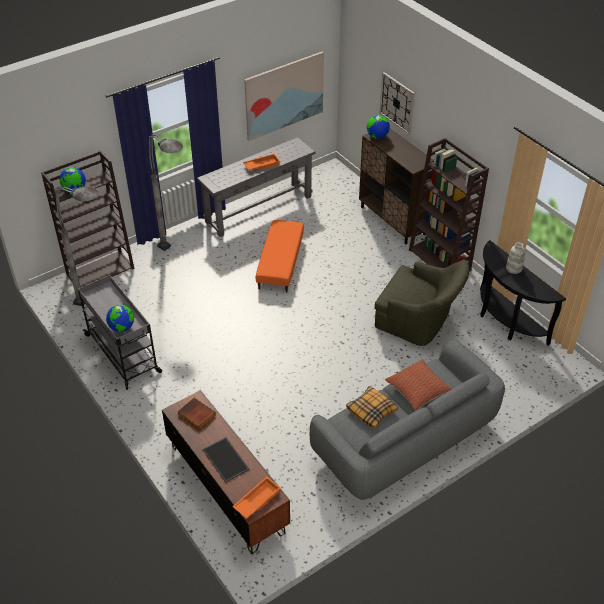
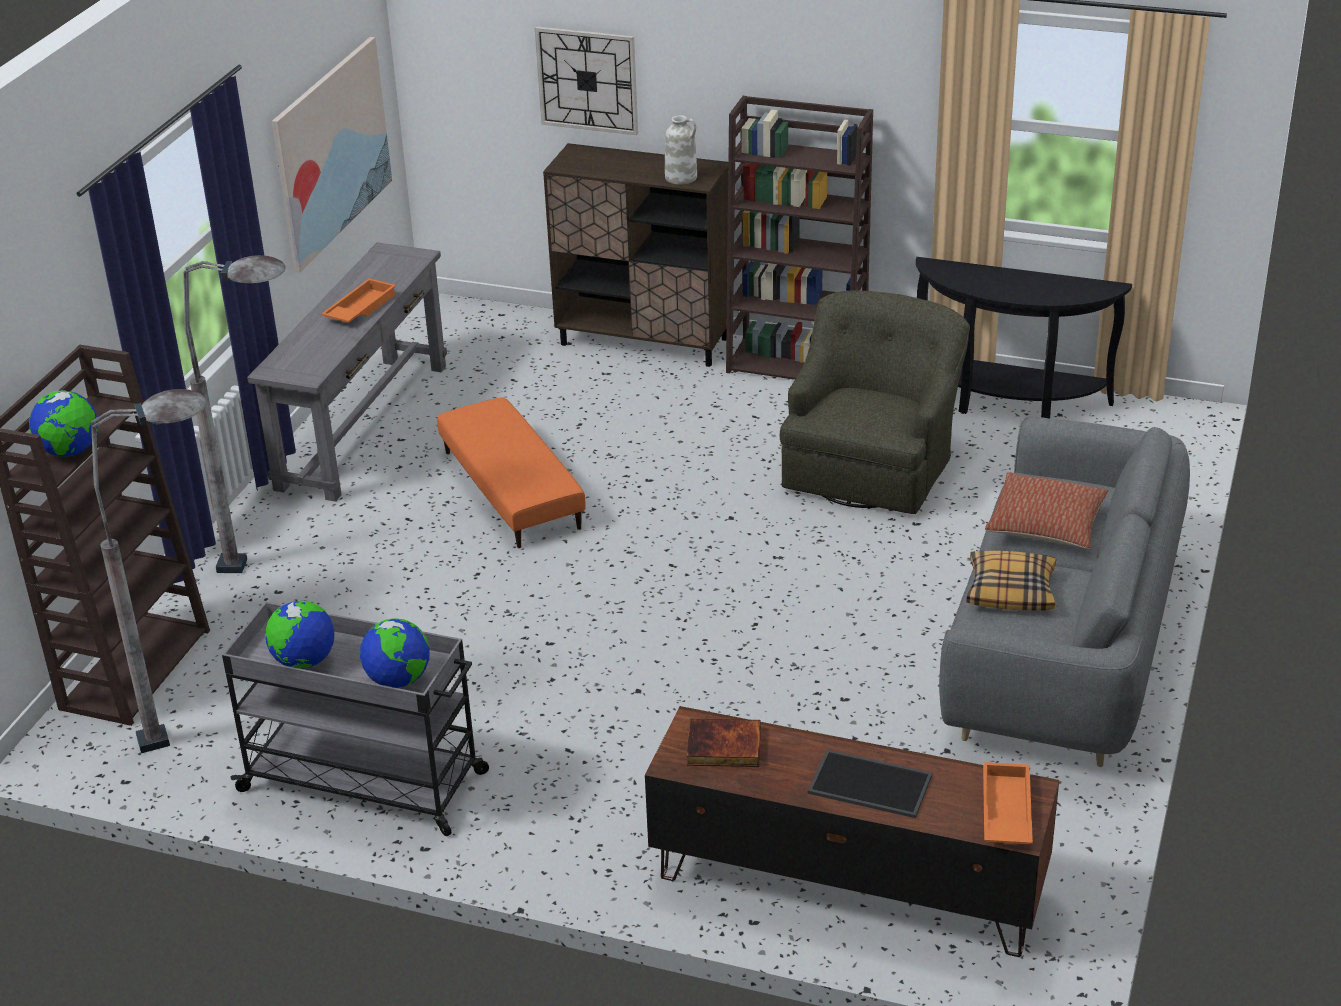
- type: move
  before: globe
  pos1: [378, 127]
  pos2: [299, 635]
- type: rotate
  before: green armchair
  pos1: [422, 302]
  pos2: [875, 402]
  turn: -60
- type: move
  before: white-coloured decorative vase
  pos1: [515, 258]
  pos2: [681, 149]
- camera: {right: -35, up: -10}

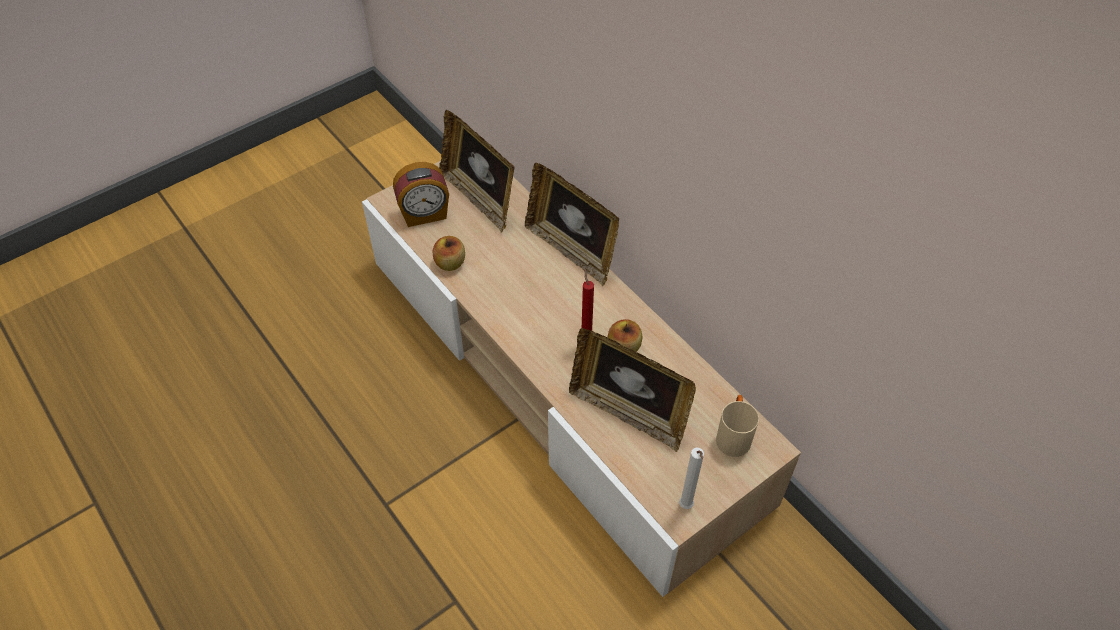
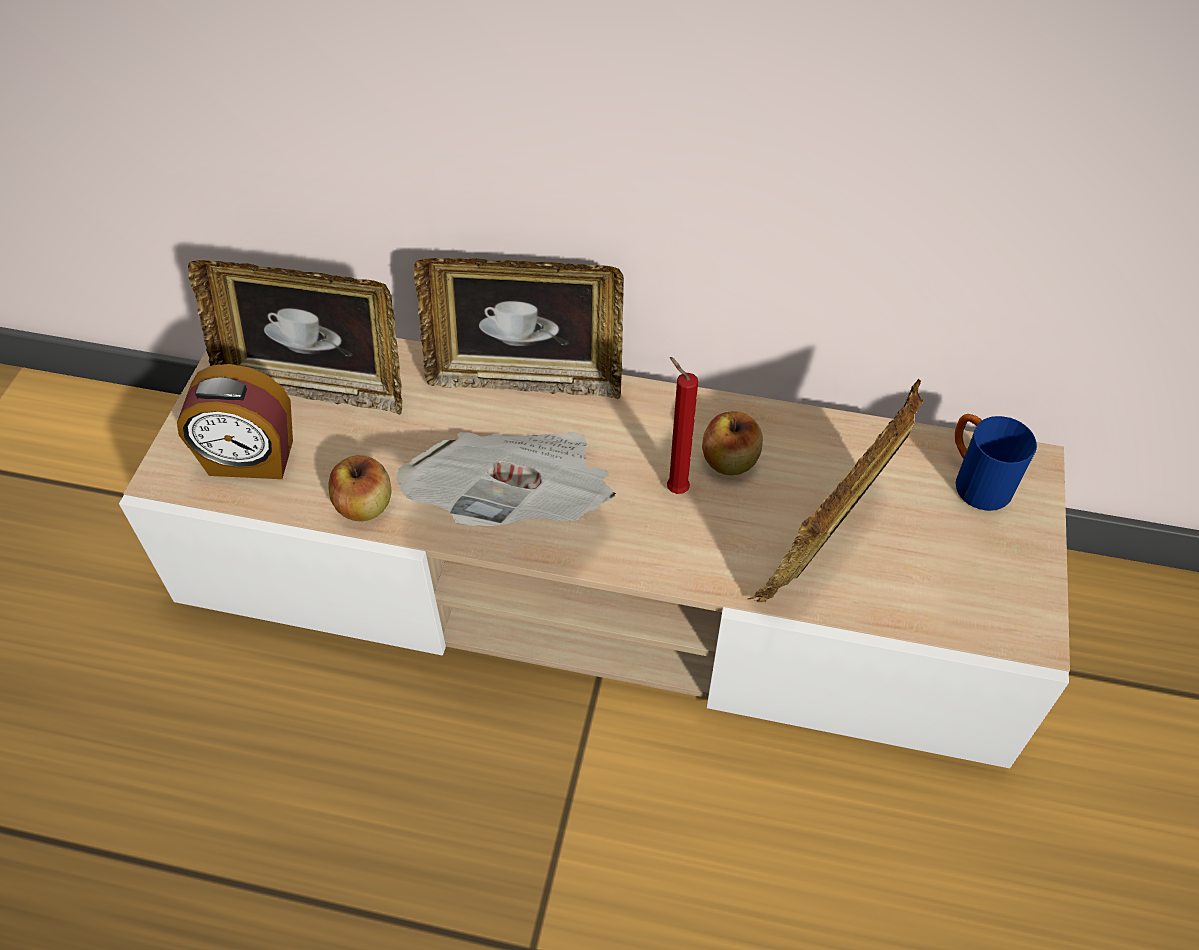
- type: rotate
  before: bedside clock
  pos1: [421, 194]
  pos2: [235, 421]
  turn: 60
- type: rotate
  before: picture frame
  pos1: [632, 390]
  pos2: [835, 490]
  turn: 135
- type: delete
  before: white-coloured candle
  pos1: [691, 478]
- type: recolor
  before: sand-coloured mug
  after: blue mug
  pos1: [737, 426]
  pos2: [996, 462]
- type: insert
  after: daily paper
  pos2: [506, 479]
- camera: {right: -40, up: 0}

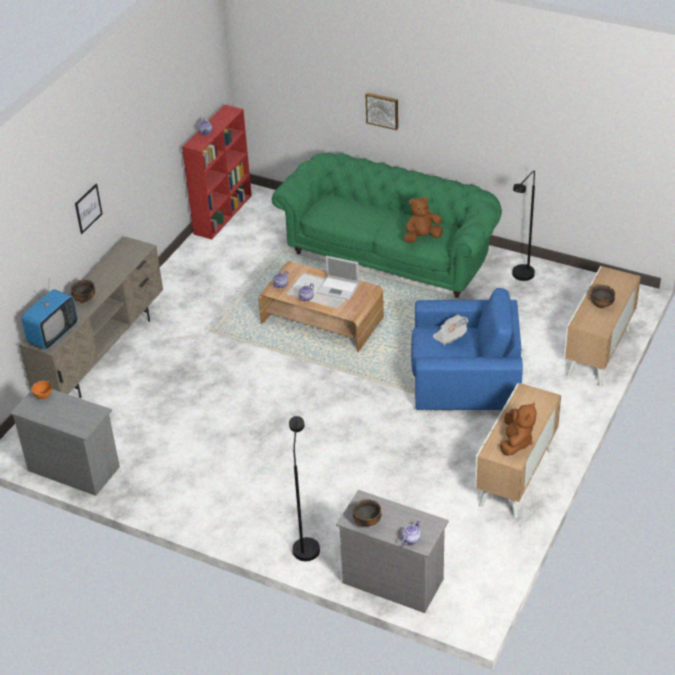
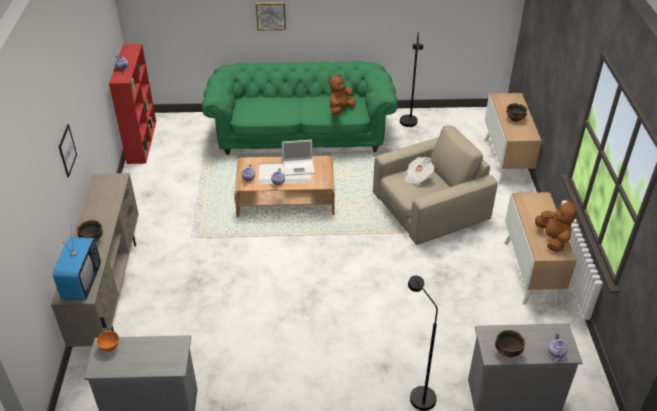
- type: recolor
  before: blue armchair
  after: sand-coloured armchair
  pos1: [467, 349]
  pos2: [435, 185]
- camera: {right: -30, up: 0}

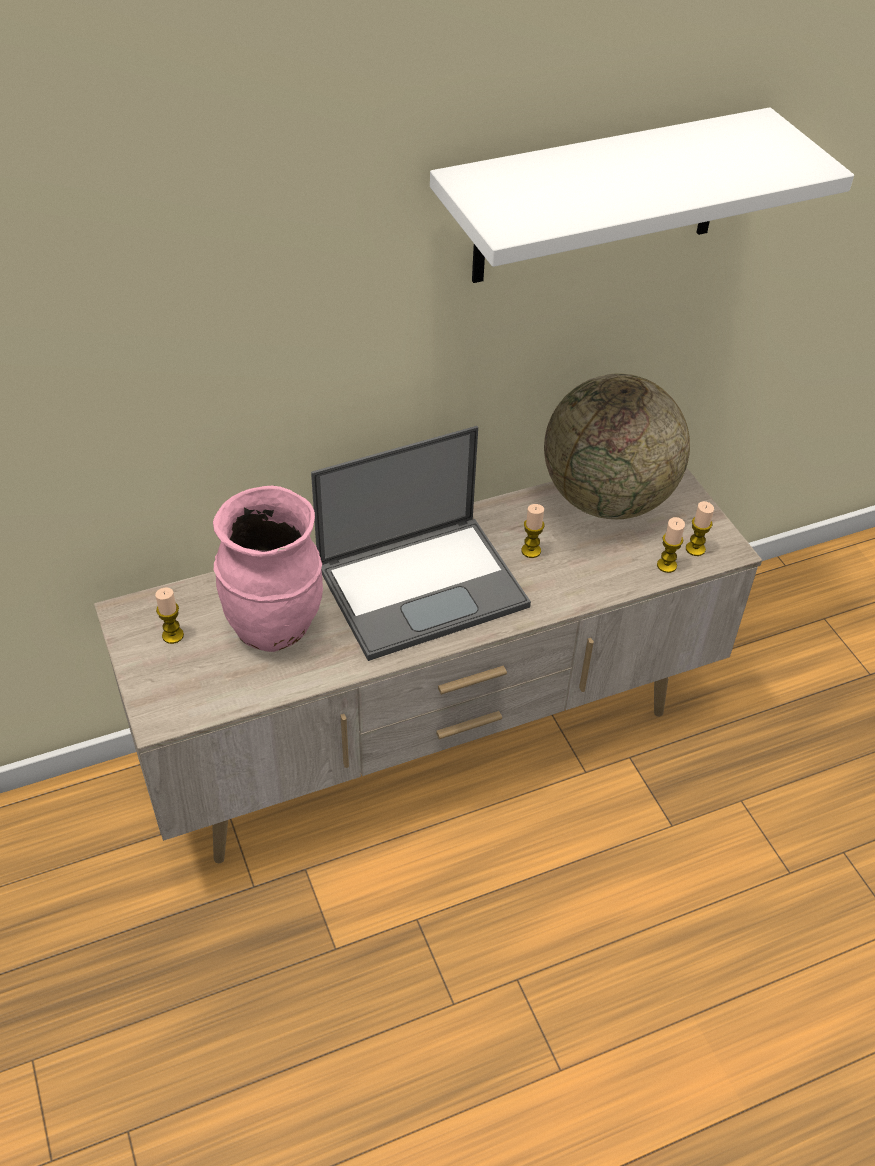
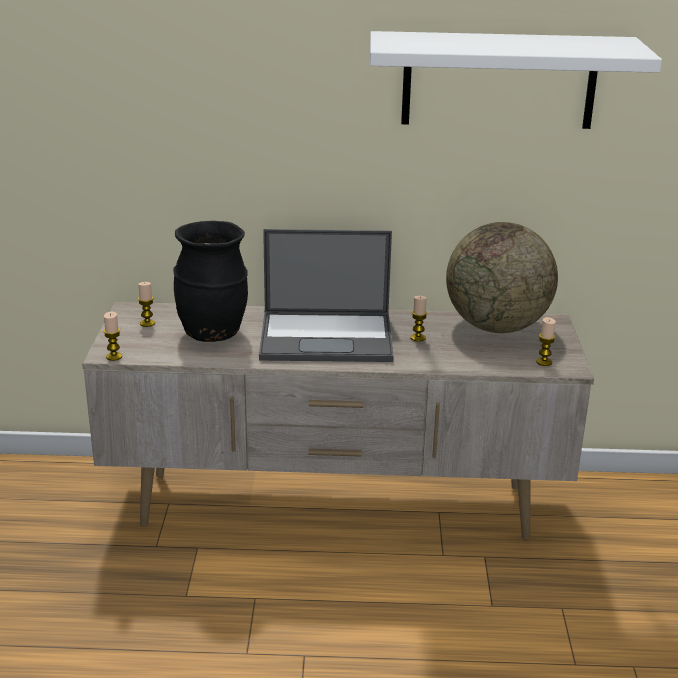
- type: recolor
  before: pink decorative vase
  after: blackish decorative vase
  pos1: [268, 569]
  pos2: [210, 281]
- type: move
  before: candle
  pos1: [671, 545]
  pos2: [112, 336]
- camera: {right: 25, up: -20}

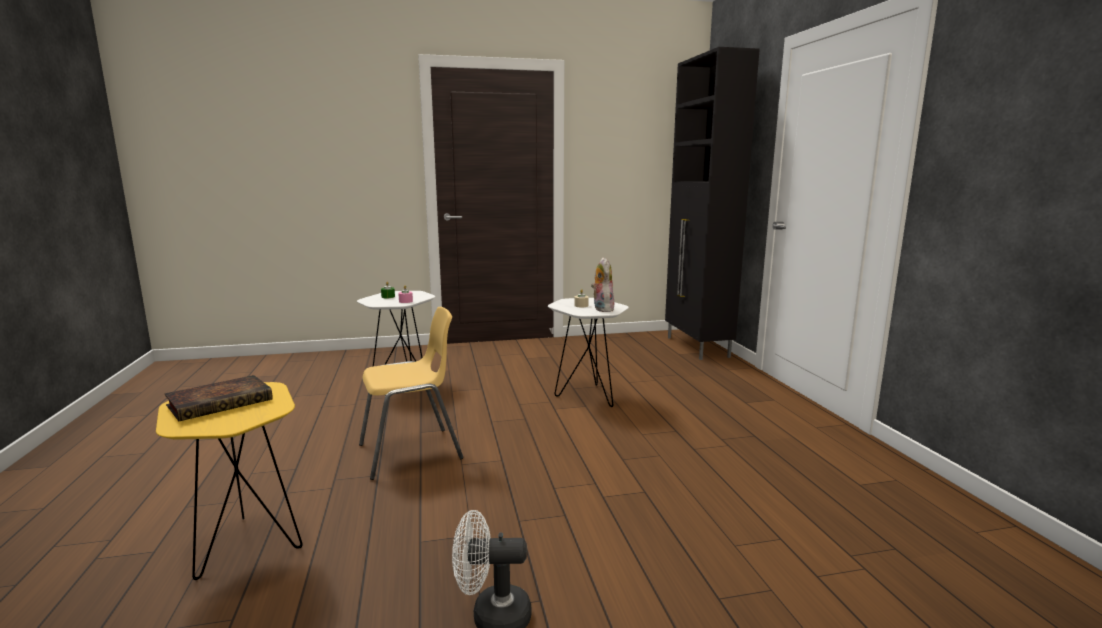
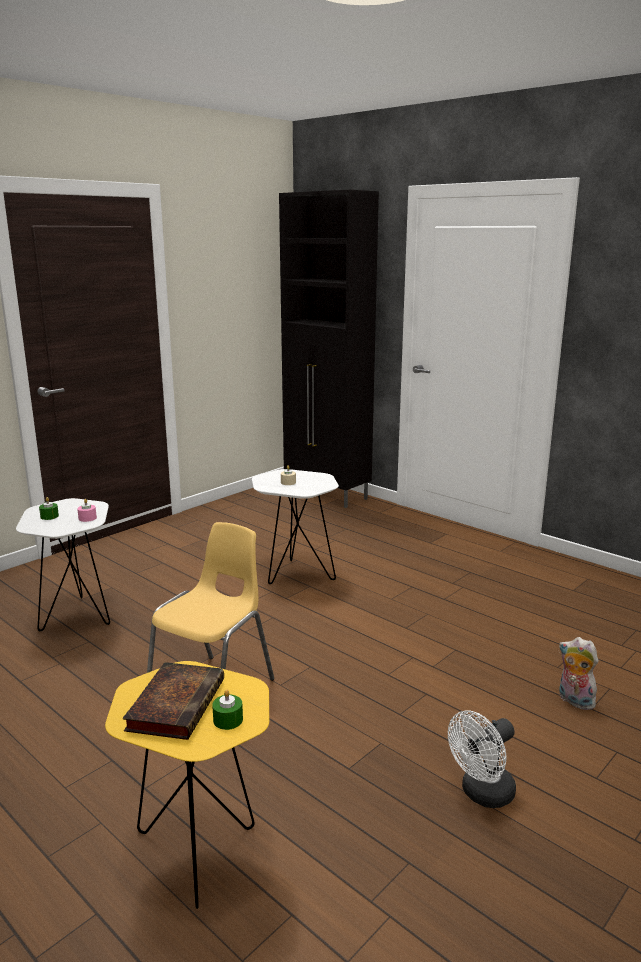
- type: move
  before: plush toy
  pos1: [602, 284]
  pos2: [578, 673]
- type: insert
  after: green candle
  pos2: [227, 710]
- camera: {right: -35, up: 5}

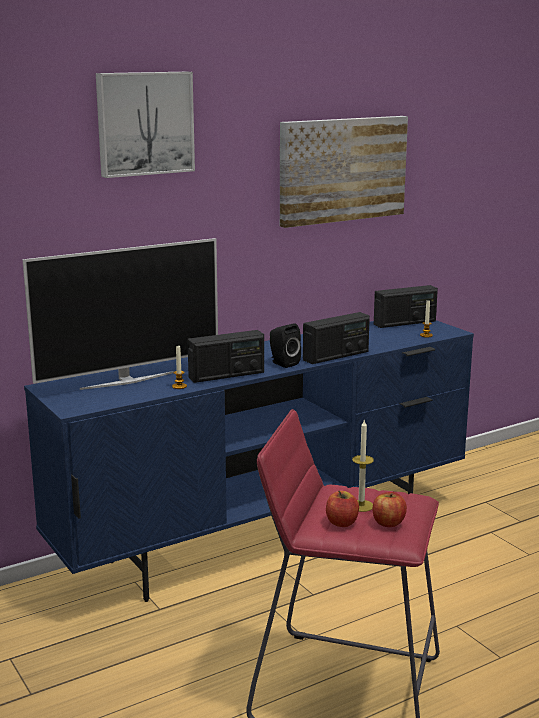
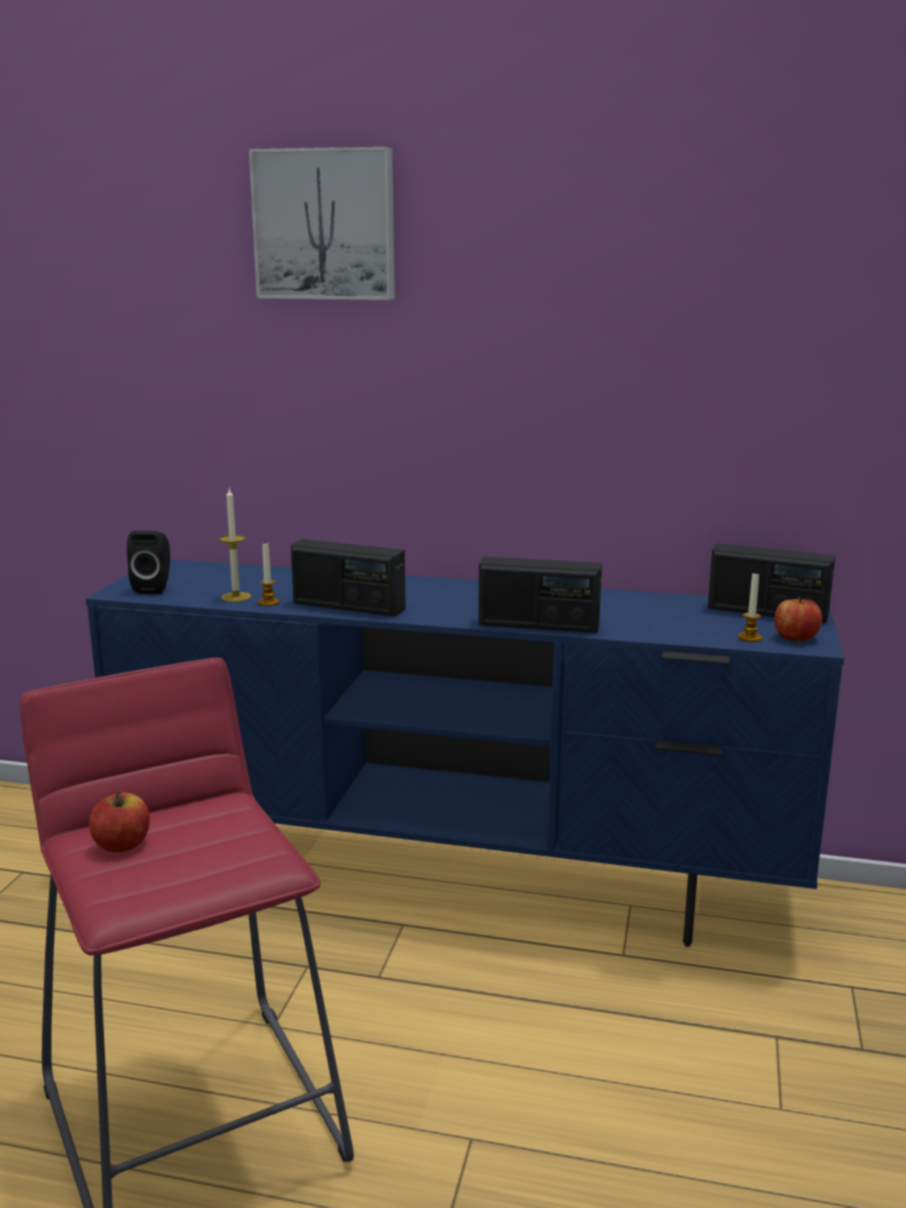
- type: delete
  before: TV set
  pos1: [120, 314]
- type: move
  before: blackish speaker
  pos1: [285, 345]
  pos2: [148, 562]
- type: delete
  before: picture
  pos1: [344, 172]
- type: move
  before: candle
  pos1: [363, 465]
  pos2: [235, 545]
- type: move
  before: apple fruit
  pos1: [389, 509]
  pos2: [798, 619]
- camera: {right: 45, up: 0}

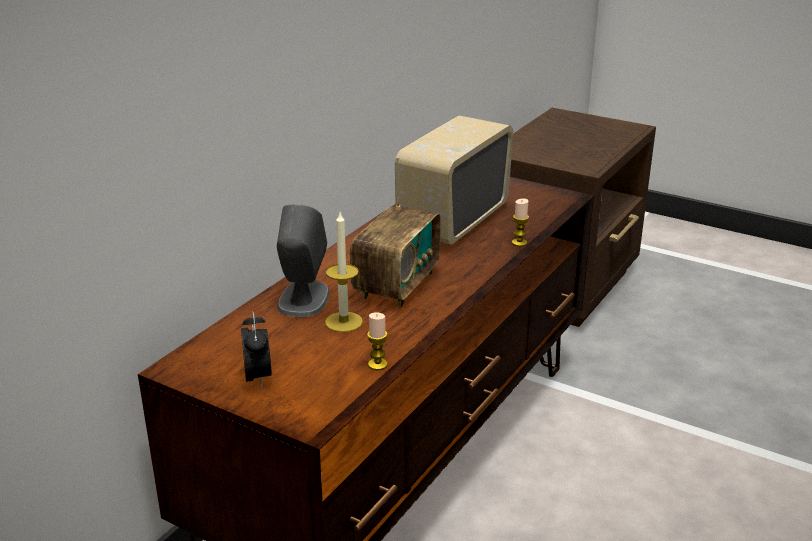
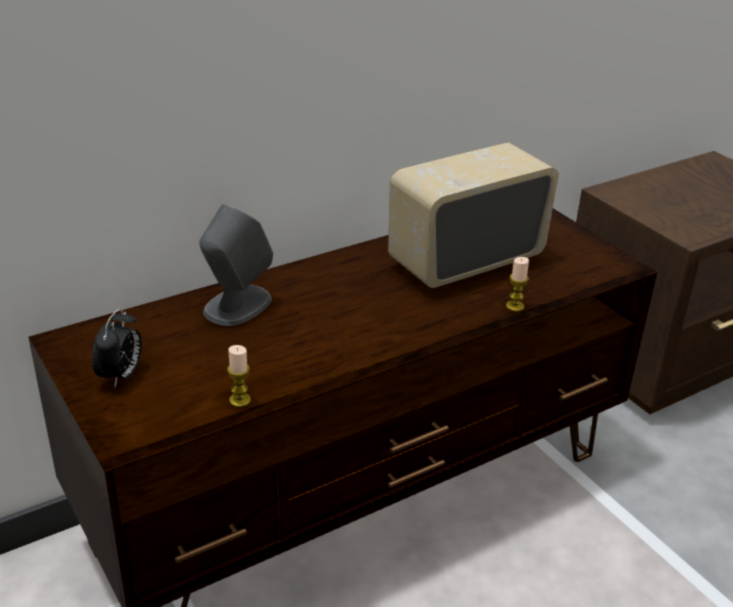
- type: delete
  before: candle
  pos1: [344, 272]
- type: delete
  before: radio receiver
  pos1: [395, 233]
- camera: {right: 25, up: 5}

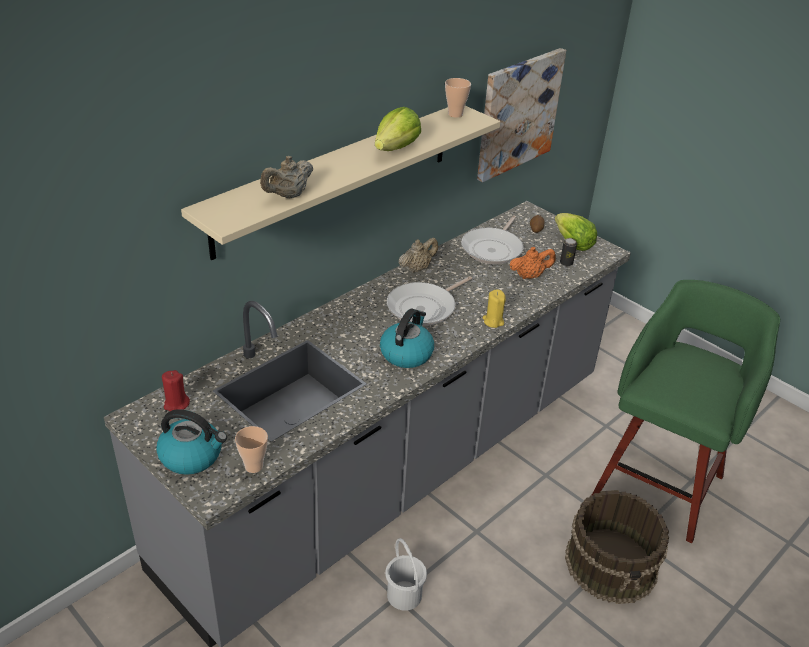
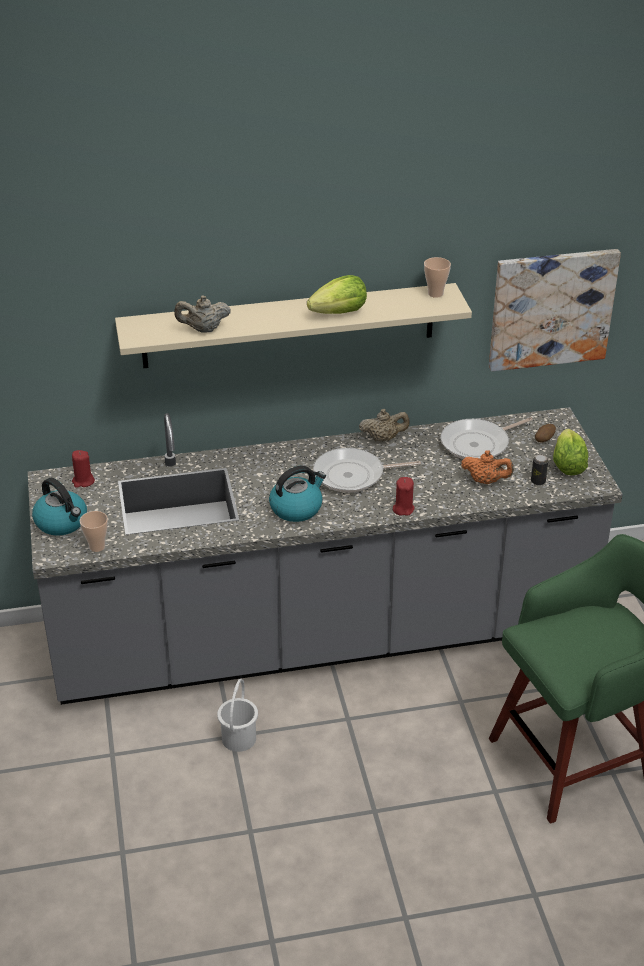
- type: recolor
  before: yellow candle
  after: red-coloured candle
  pos1: [494, 309]
  pos2: [404, 496]
- type: delete
  before: brown-coloured bucket
  pos1: [617, 547]
- camera: {right: 35, up: 0}

